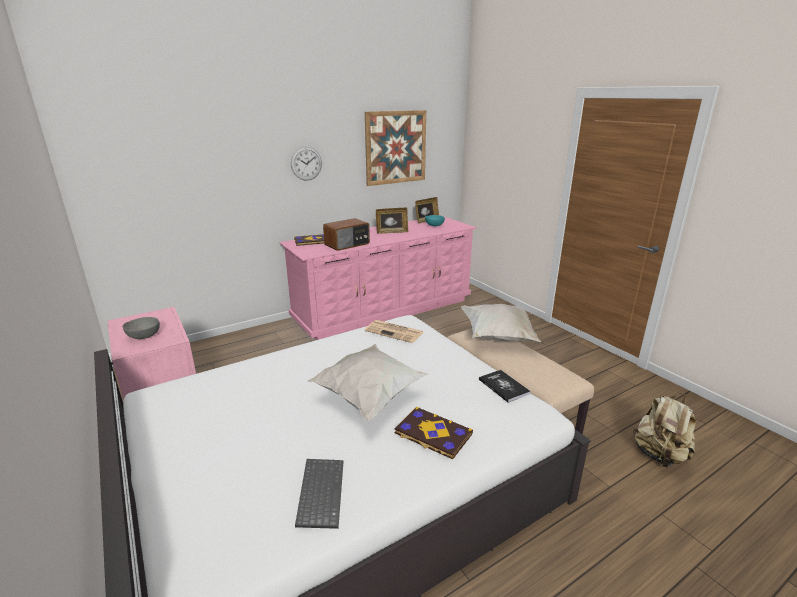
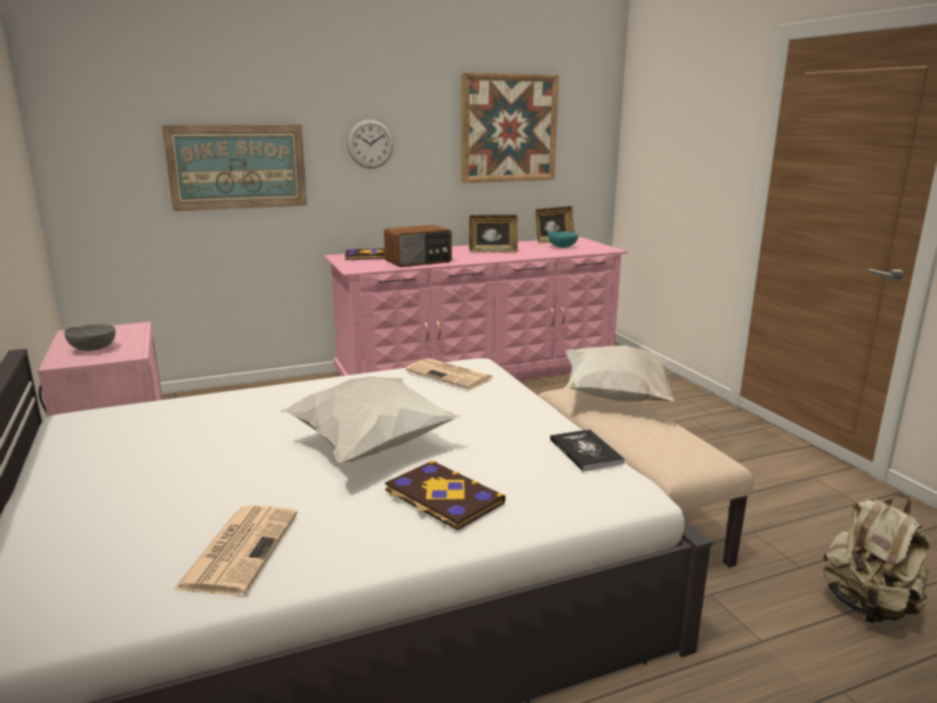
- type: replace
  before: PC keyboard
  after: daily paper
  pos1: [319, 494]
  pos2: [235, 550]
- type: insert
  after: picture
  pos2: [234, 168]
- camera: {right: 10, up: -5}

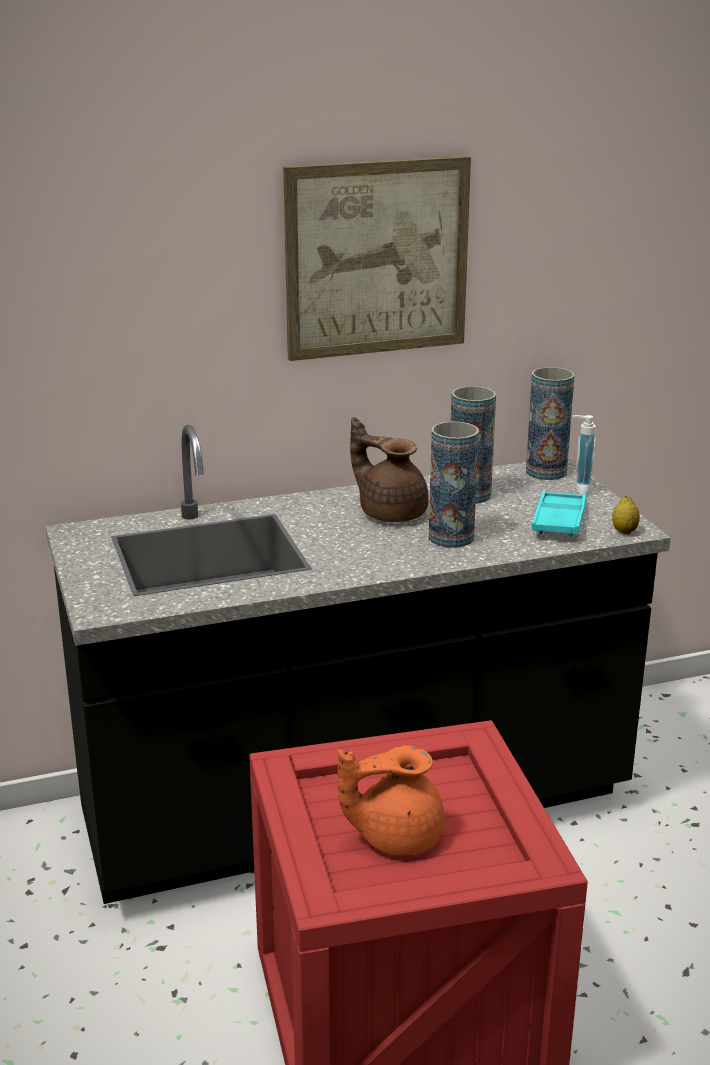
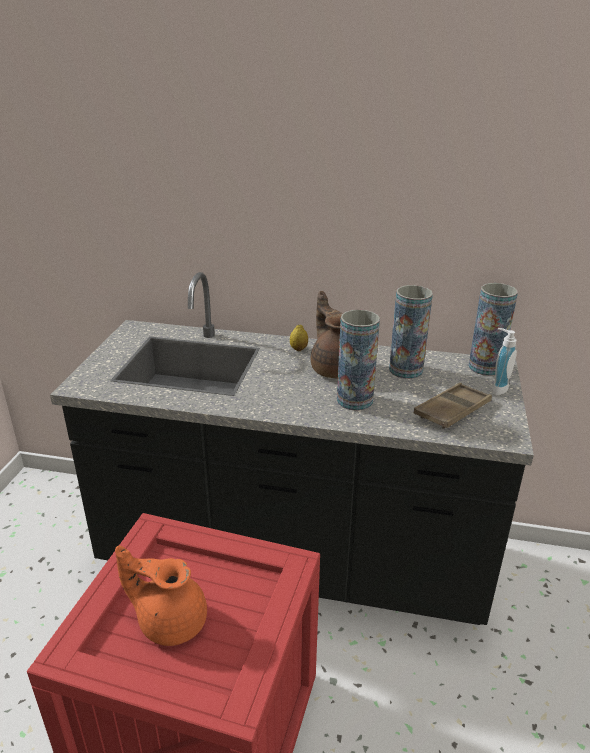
- type: delete
  before: picture
  pos1: [377, 258]
- type: recolor
  before: turquoise-coloured tray
  after: brown-coloured tray
  pos1: [559, 514]
  pos2: [453, 406]
- type: move
  before: lemon
  pos1: [626, 515]
  pos2: [299, 338]
- camera: {right: 30, up: 5}

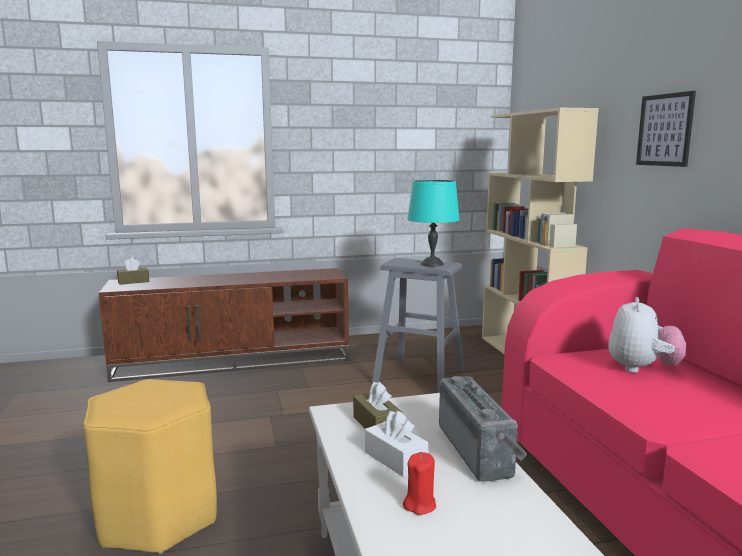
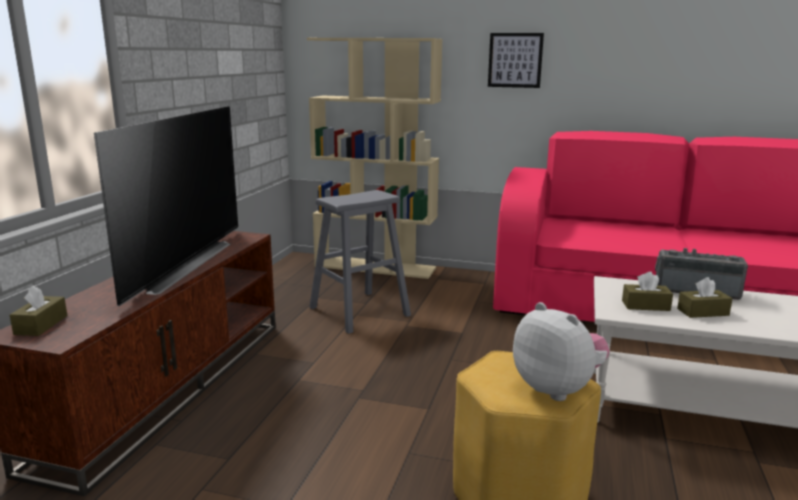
- type: recolor
  before: white-coloured tissue holder
  after: brown-coloured tissue holder
  pos1: [396, 443]
  pos2: [705, 297]
- type: delete
  before: red-coloured candle
  pos1: [419, 483]
- type: delete
  before: turquoise-coloured table lamp
  pos1: [433, 223]
- type: move
  before: plush toy
  pos1: [647, 335]
  pos2: [561, 351]
- type: insert
  after: TV set
  pos2: [166, 206]
- camera: {right: -60, up: 5}

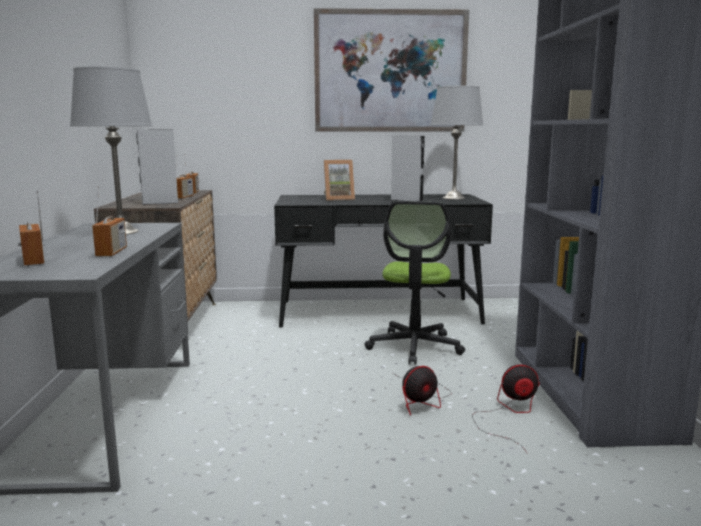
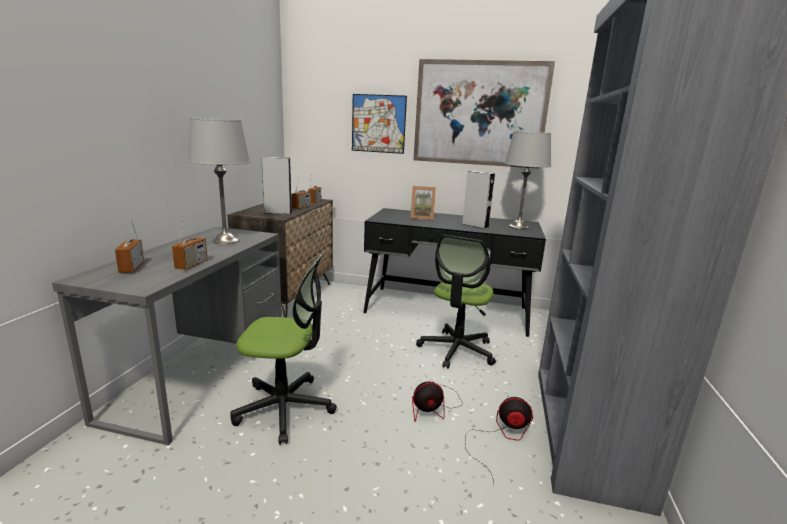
- type: insert
  after: office chair
  pos2: [283, 348]
- type: insert
  after: picture
  pos2: [379, 124]
- camera: {right: 15, up: 5}

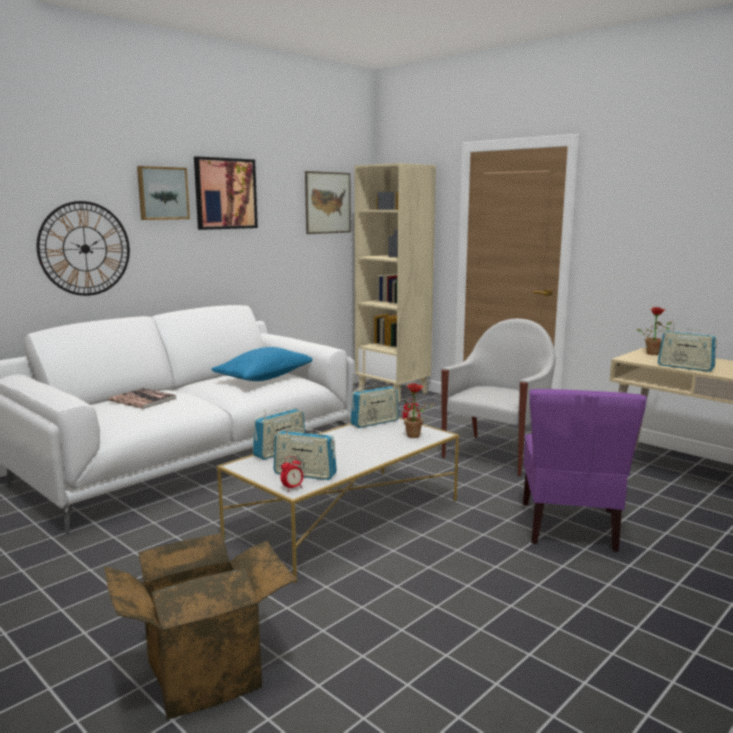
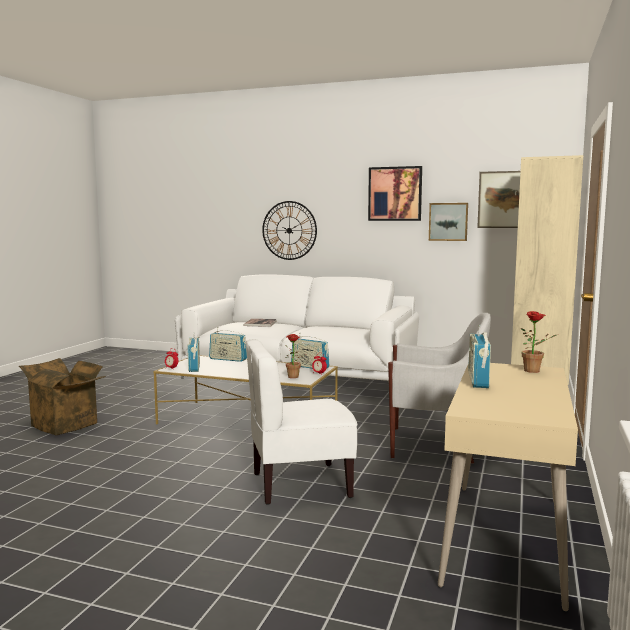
- type: move
  before: picture
  pos1: [163, 193]
  pos2: [448, 222]
- type: delete
  before: blue throw pillow
  pos1: [262, 364]
- type: recolor
  before: purple-coloured chair
  after: white-coloured chair
  pos1: [585, 470]
  pos2: [301, 422]
- camera: {right: 65, up: -5}

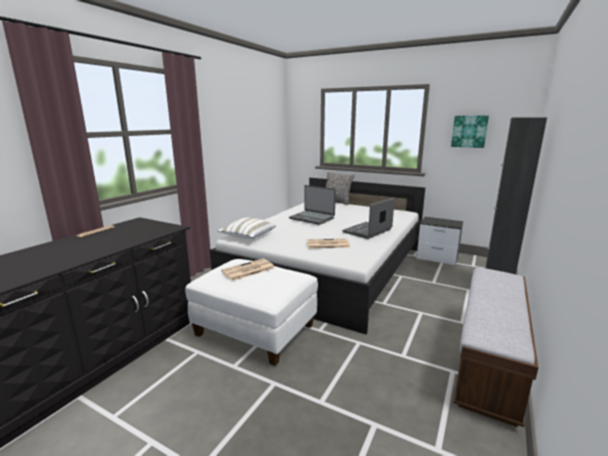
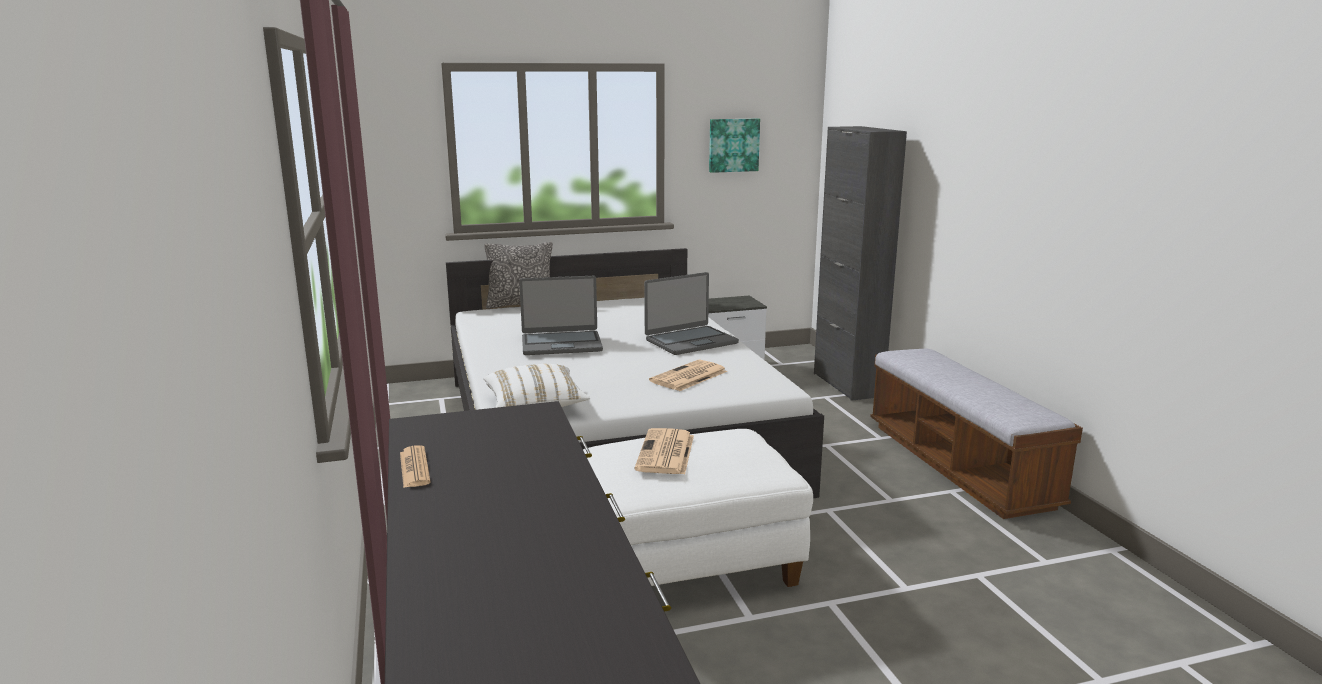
- type: rotate
  before: laptop
  pos1: [369, 218]
  pos2: [691, 313]
  turn: -120
- camera: {right: -45, up: 0}

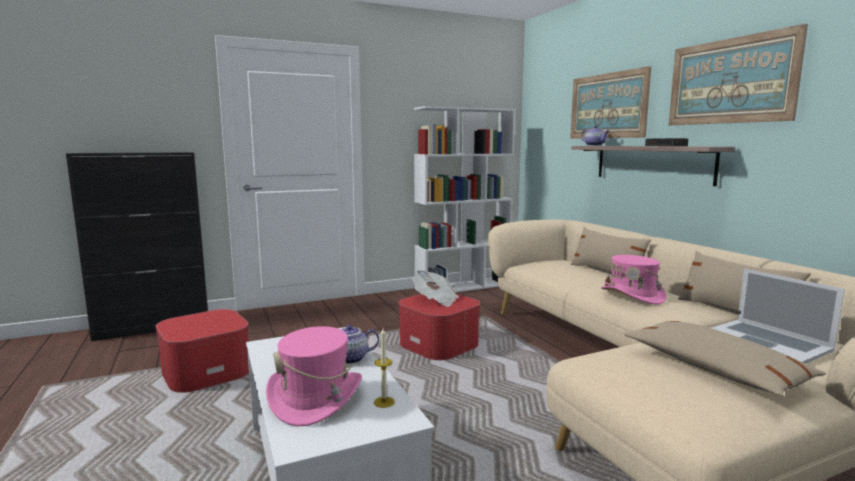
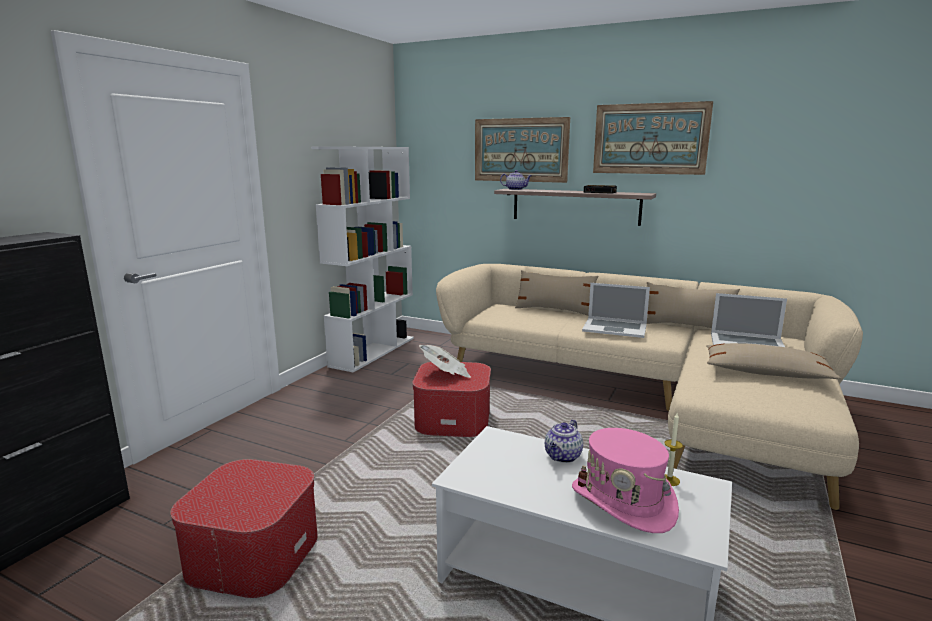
- type: replace
  before: pink clothing hat
  after: laptop
  pos1: [633, 280]
  pos2: [616, 310]
- camera: {right: -40, up: 5}

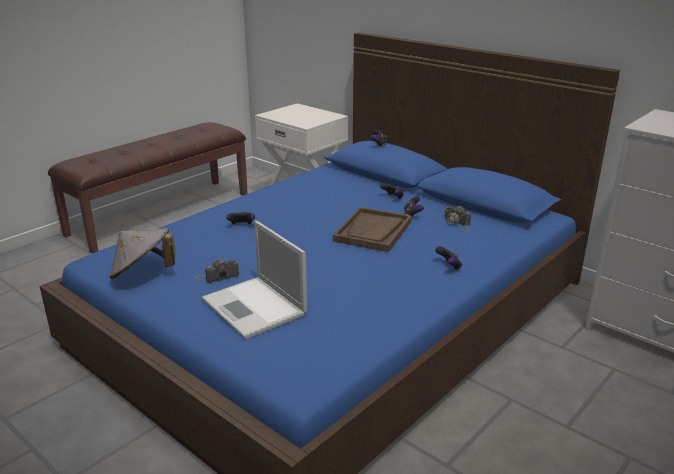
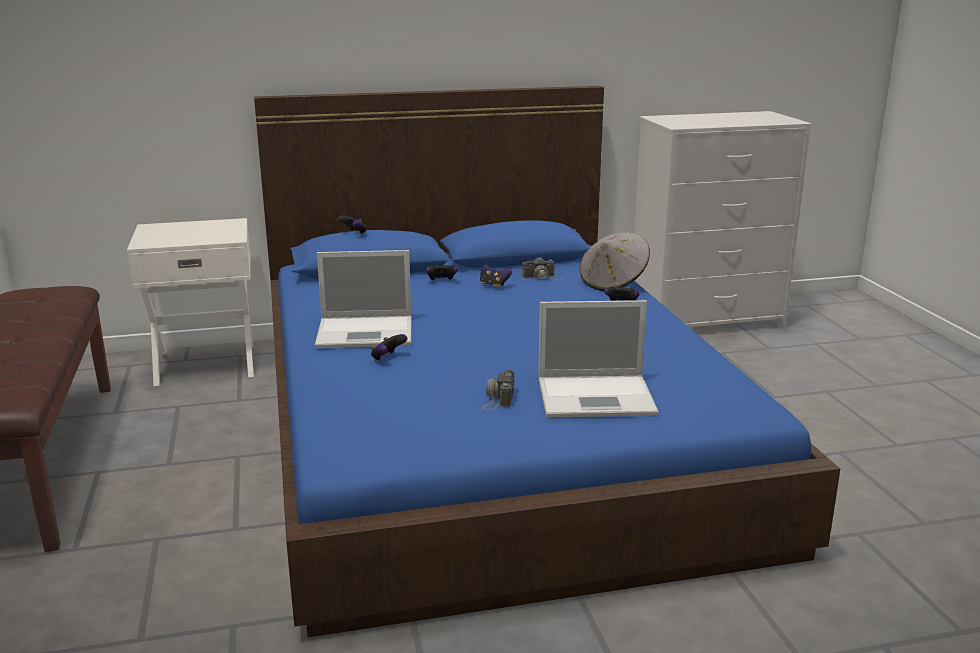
- type: move
  before: grey clothing hat
  pos1: [142, 253]
  pos2: [615, 262]
- type: delete
  before: brown-coloured tray
  pos1: [372, 229]
- type: insert
  after: laptop
  pos2: [363, 299]
- camera: {right: -55, up: -5}

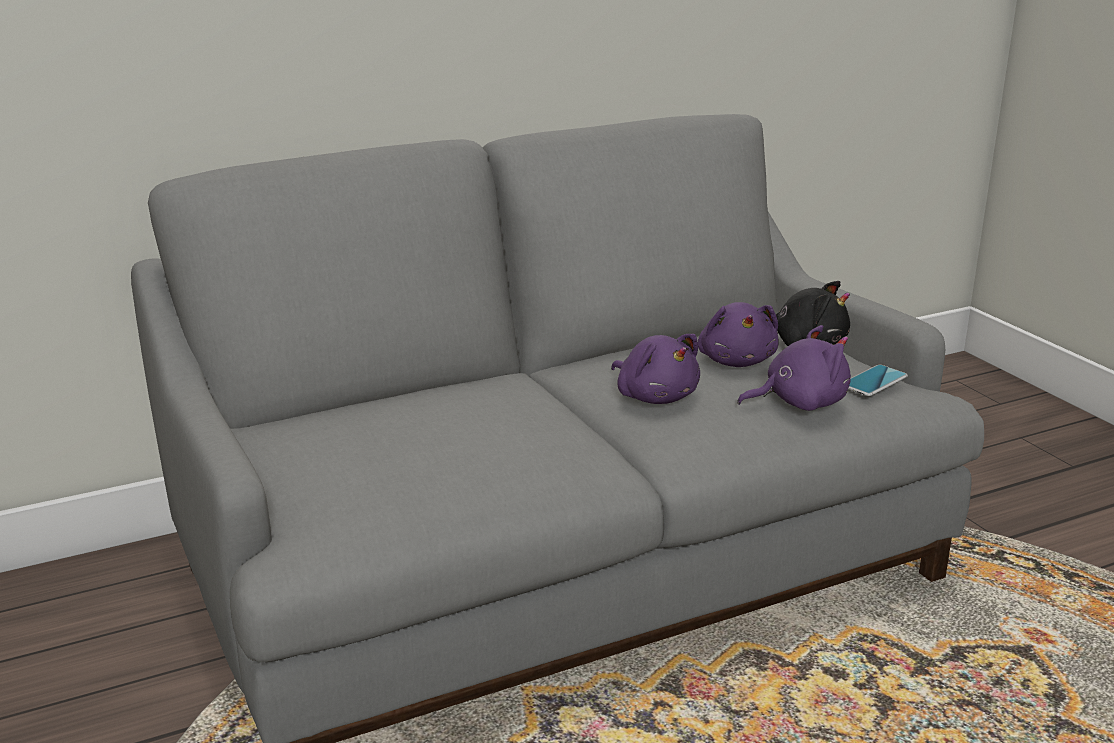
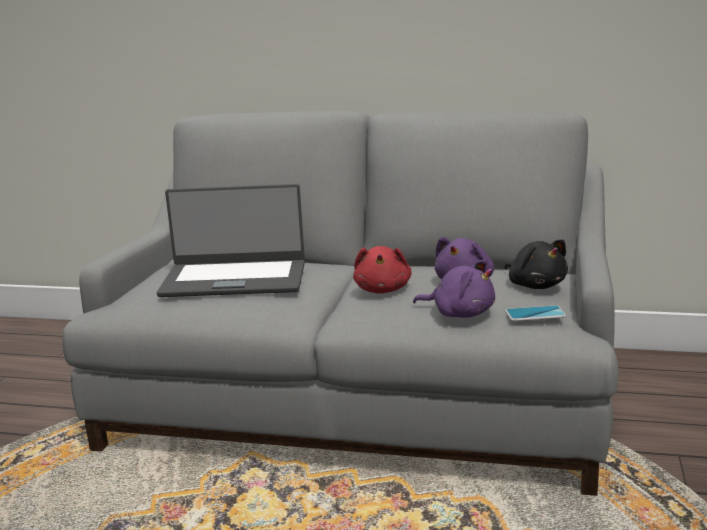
- type: recolor
  before: purple-coloured plush toy
  after: red-coloured plush toy
  pos1: [655, 369]
  pos2: [382, 270]
- type: insert
  after: laptop
  pos2: [231, 240]
- camera: {right: 40, up: -5}

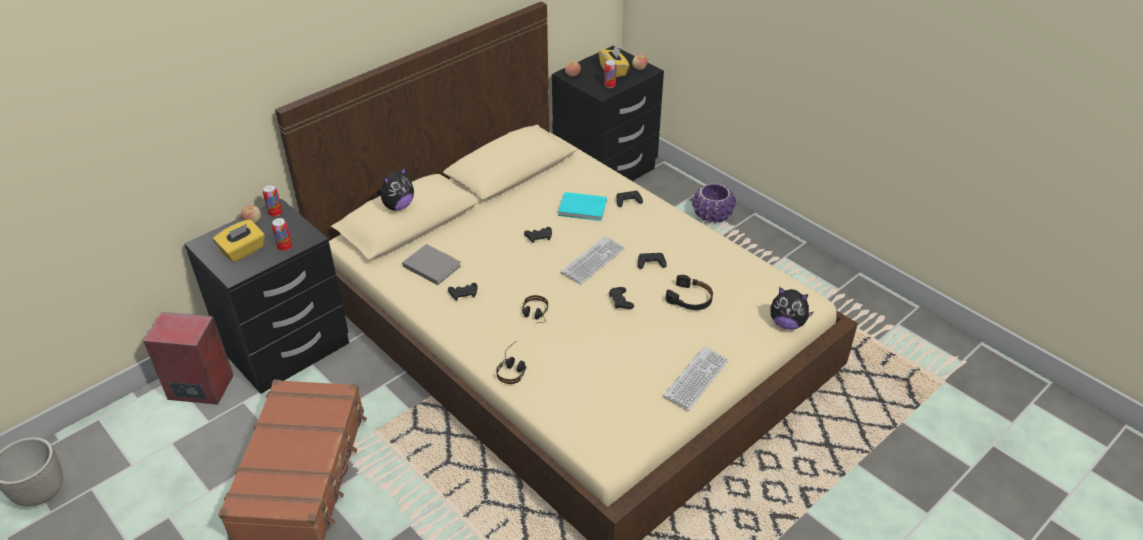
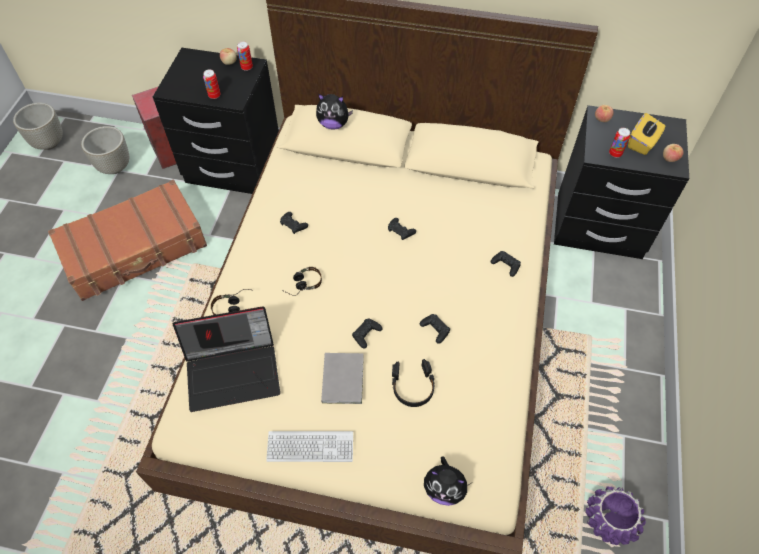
- type: delete
  before: yellow tissue holder
  pos1: [239, 241]
- type: move
  before: grey bound book
  pos1: [431, 264]
  pos2: [342, 378]
- type: delete
  before: turquoise-coloured bound book
  pos1: [582, 206]
- type: delete
  before: PC keyboard
  pos1: [592, 260]
- type: move
  before: purple-coloured flower pot
  pos1: [714, 203]
  pos2: [616, 515]
- type: rotate
  before: plush toy
  pos1: [792, 308]
  pos2: [447, 481]
  turn: -60
- type: insert
  after: grey flower pot
  pos2: [105, 150]
- type: insert
  after: laptop
  pos2: [226, 359]
- camera: {right: 55, up: 15}

